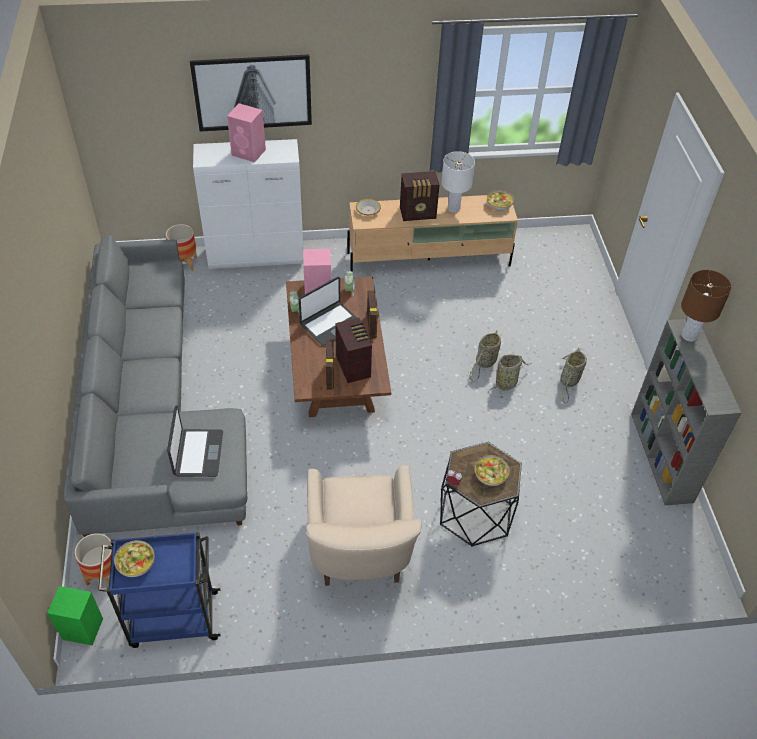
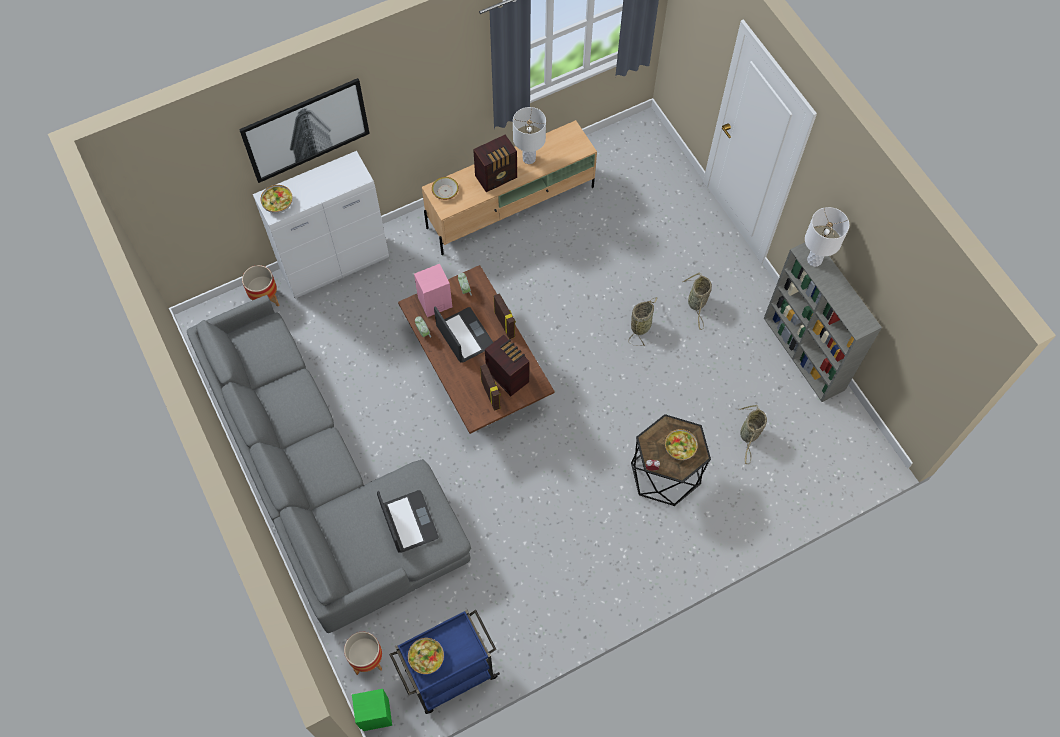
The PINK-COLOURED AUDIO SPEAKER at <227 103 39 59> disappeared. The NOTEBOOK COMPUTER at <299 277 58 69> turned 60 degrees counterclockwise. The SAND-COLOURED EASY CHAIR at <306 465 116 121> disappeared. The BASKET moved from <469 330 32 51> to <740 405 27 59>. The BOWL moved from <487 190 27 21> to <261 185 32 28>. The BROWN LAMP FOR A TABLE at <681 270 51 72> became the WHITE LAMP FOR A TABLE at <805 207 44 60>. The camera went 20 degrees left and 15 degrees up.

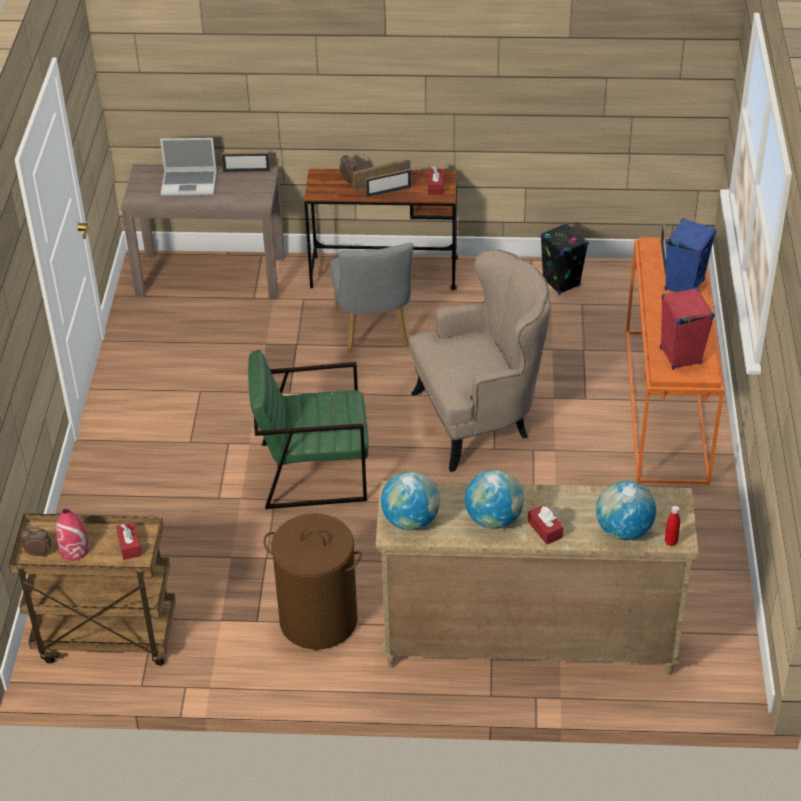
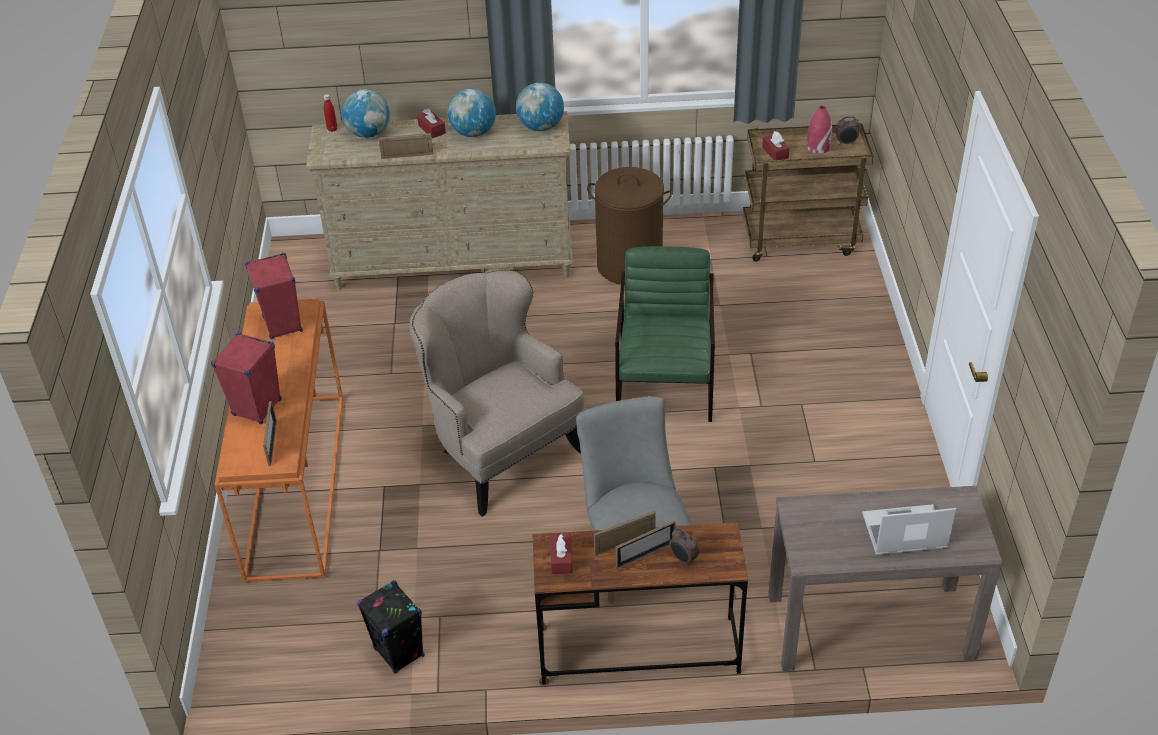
The STANDING FRAME moved from <221 152 50 21> to <378 133 55 26>. The GREEN EASY CHAIR at <248 350 121 159> turned 75 degrees counterclockwise. The SAND-COLOURED EASY CHAIR at <409 249 142 223> turned 75 degrees clockwise. The BLUE AUDIO SPEAKER at <665 218 52 74> became the RED AUDIO SPEAKER at <211 332 71 92>. The camera went 175 degrees right and 0 degrees up.

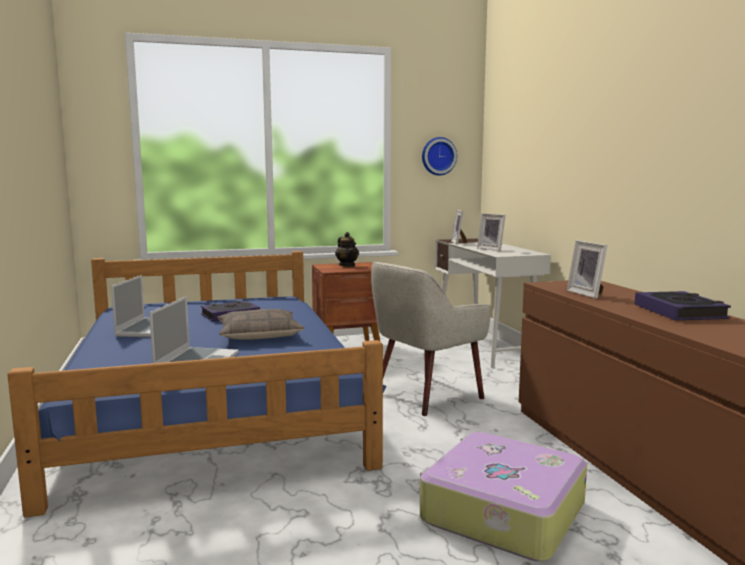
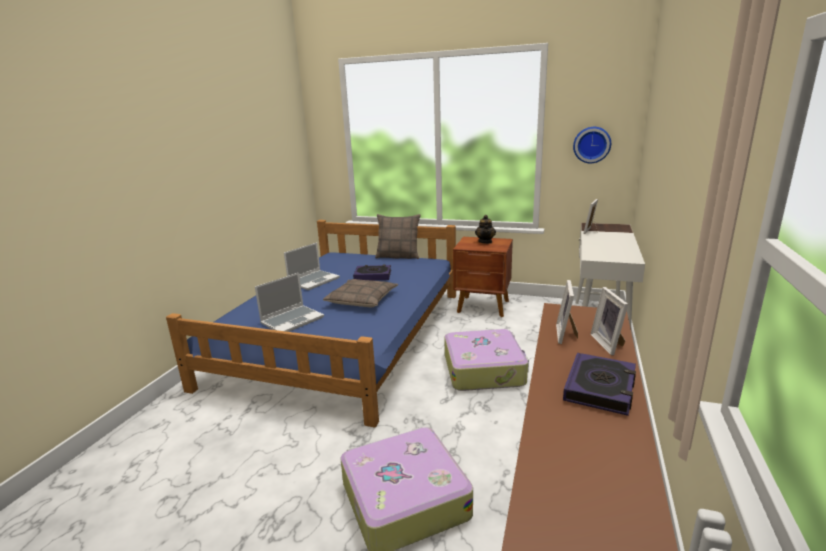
The SAND-COLOURED EASY CHAIR at <371 262 120 154> was replaced by the TRAVEL CASE at <444 329 85 62>. The STANDING FRAME moved from <477 213 29 38> to <590 287 38 69>. The THROW PILLOW at <375 214 45 45> appeared. The camera went 35 degrees right and 10 degrees up.

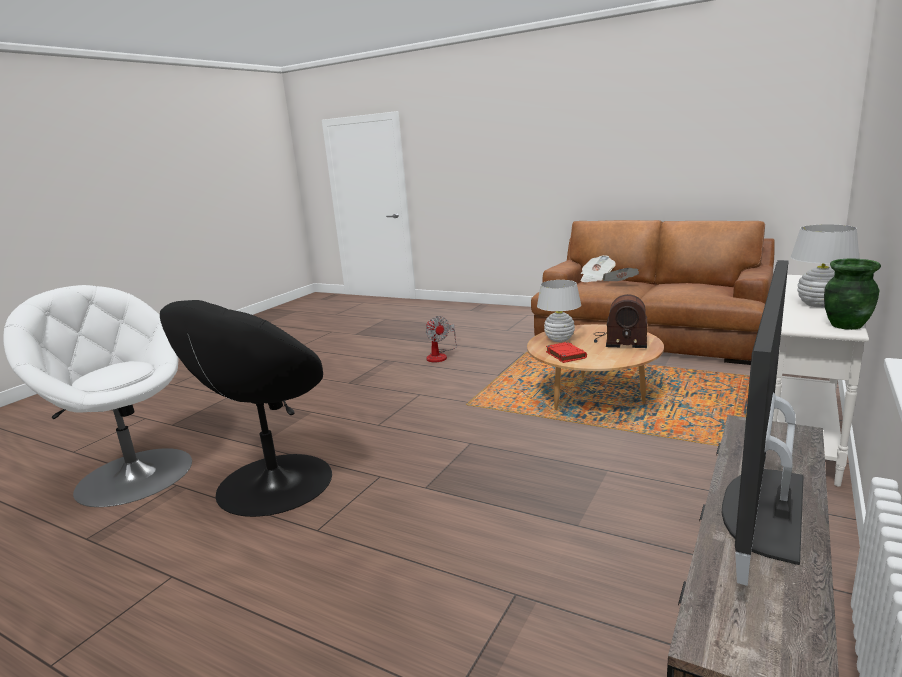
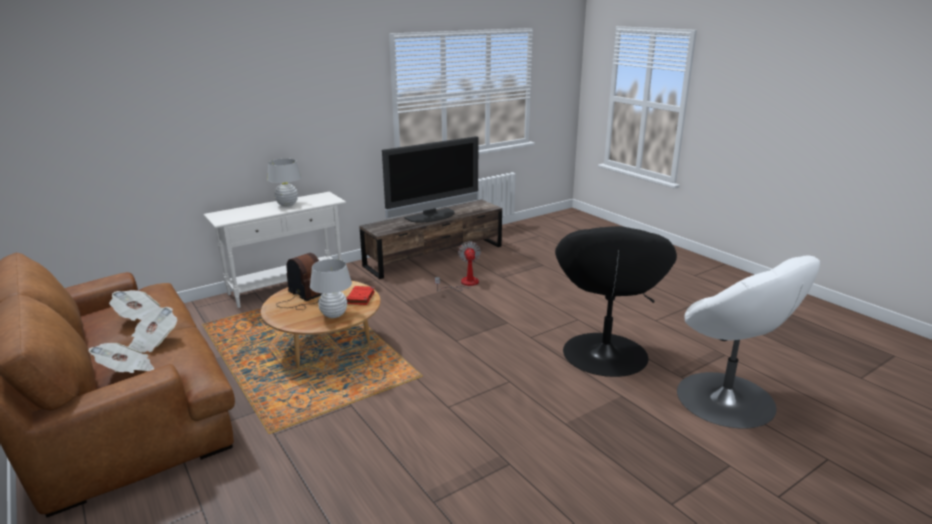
The BLACKISH EASY CHAIR at <160 300 172 217> turned 135 degrees clockwise. The FAN moved from <426 316 31 47> to <435 241 46 50>. The GREEN FLOWER VASE at <824 259 57 71> disappeared. The NEWSPAPER at <109 290 53 31> appeared. The camera went 155 degrees left and 5 degrees up.

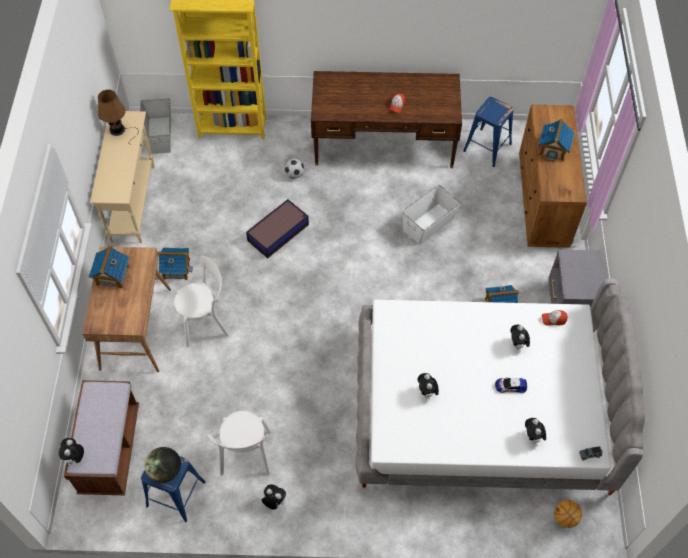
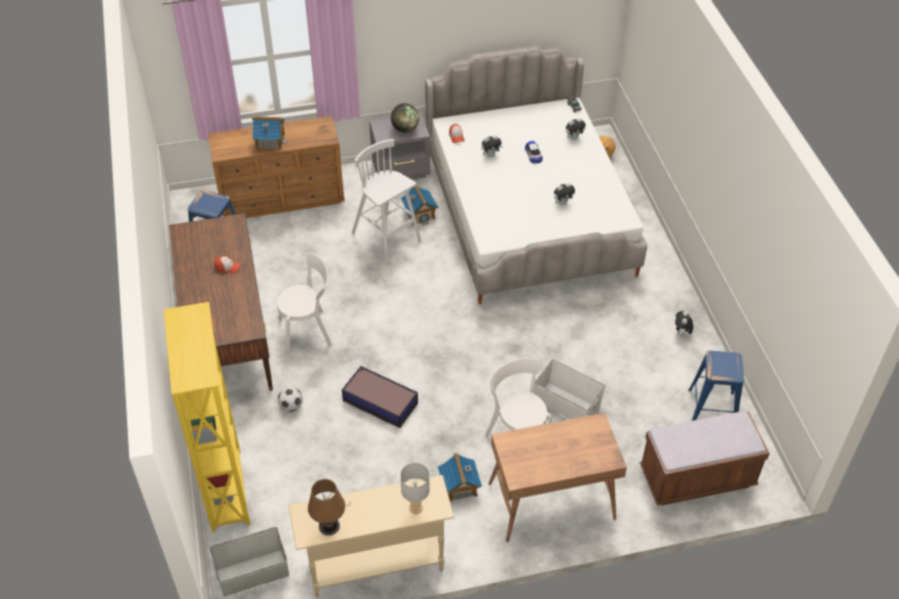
The CUDDLY TOY at <59 438 25 29> disappeared. The MODEL HOUSE at <88 245 41 44> disappeared. The GLOBE moved from <145 447 36 36> to <391 103 28 30>. The WHITE UPRIGHT CHAIR moved from <208 411 63 64> to <277 253 55 102>. The WHITE STORAGE CONTAINER moved from <402 185 58 59> to <535 359 70 60>. The WHITE STOOL SEAT at <352 139 70 124> appeared. The GRAY LAMP FOR A TABLE at <400 463 30 51> appeared. The camera went 105 degrees left and 10 degrees down.

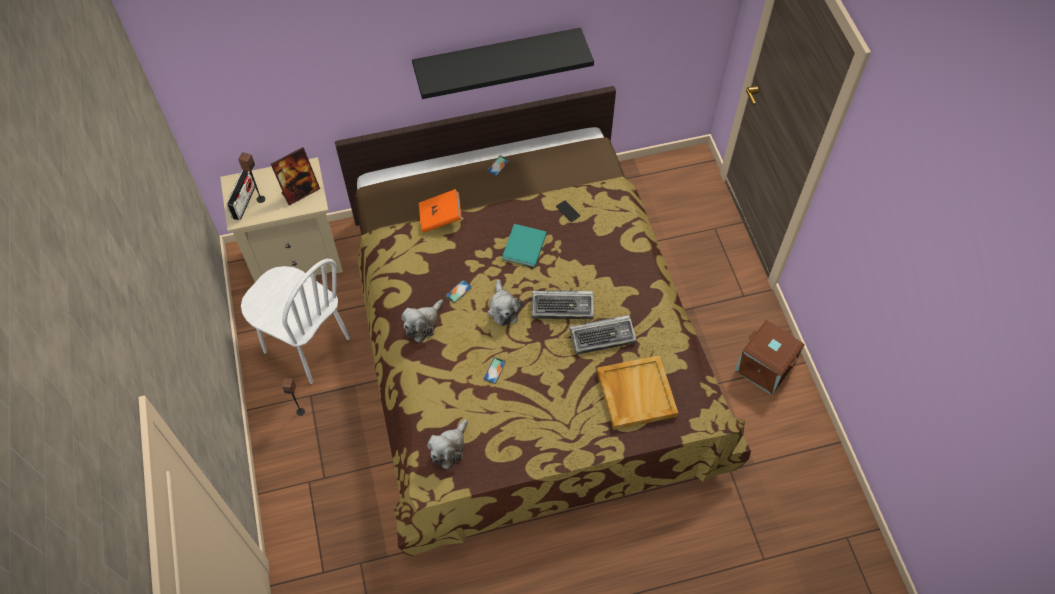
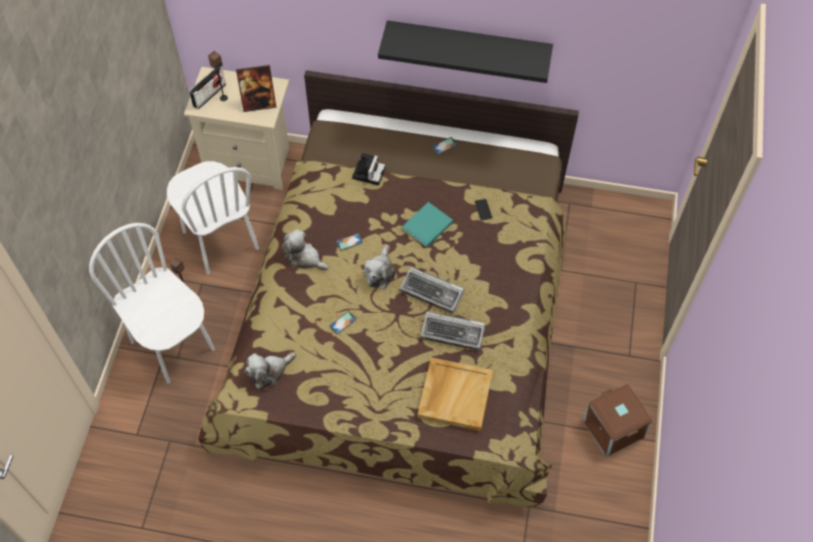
The CUDDLY TOY at <402 300 41 43> turned 60 degrees clockwise. The ORANGE-COLOURED VOLUME at <419 189 43 44> was replaced by the STILL CAMERA at <352 153 33 32>. The WHITE UPRIGHT CHAIR at <89 223 126 160> appeared. The camera went 25 degrees right and 0 degrees up.

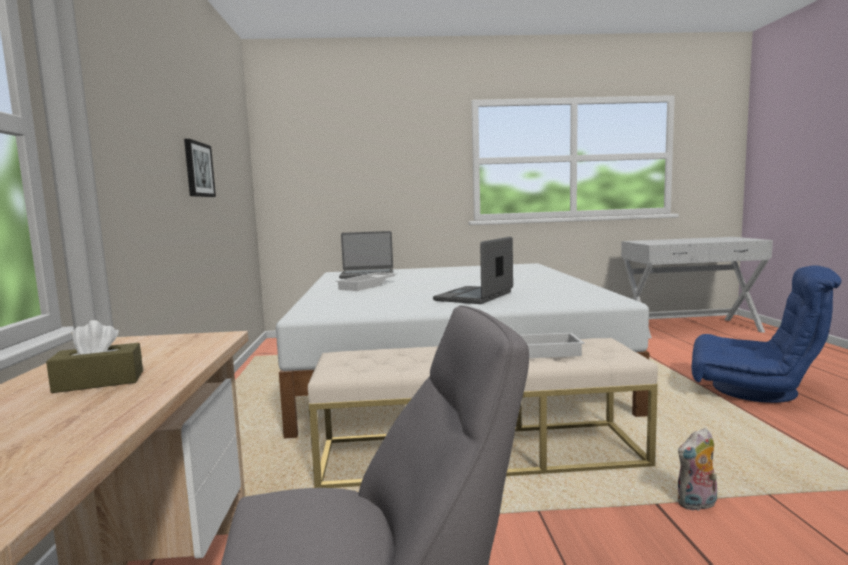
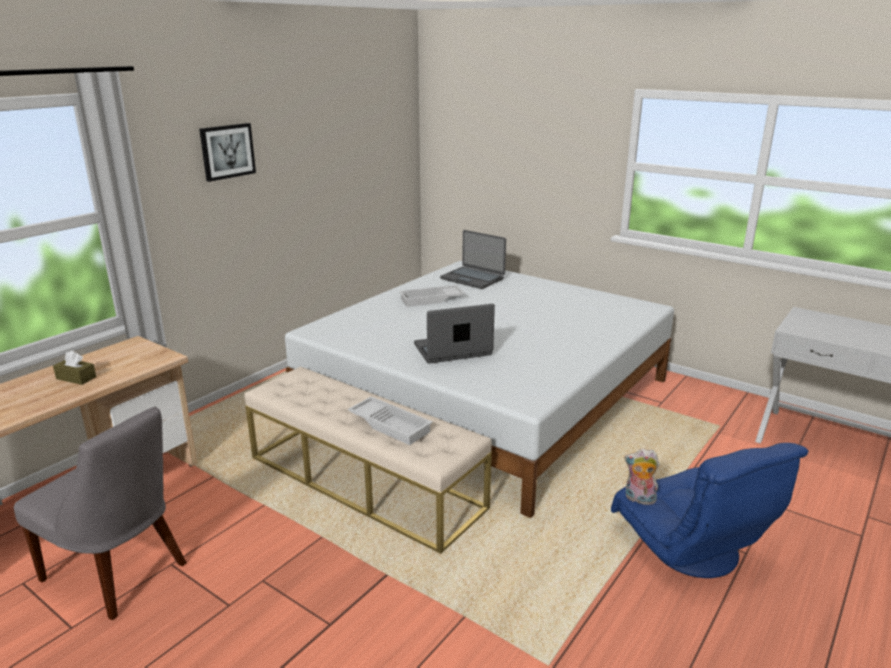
The WALL PICTURE moved from <184 139 32 58> to <199 123 57 59>. The CUDDLY TOY moved from <678 428 39 83> to <624 448 35 57>. The camera went 40 degrees right and 15 degrees up.

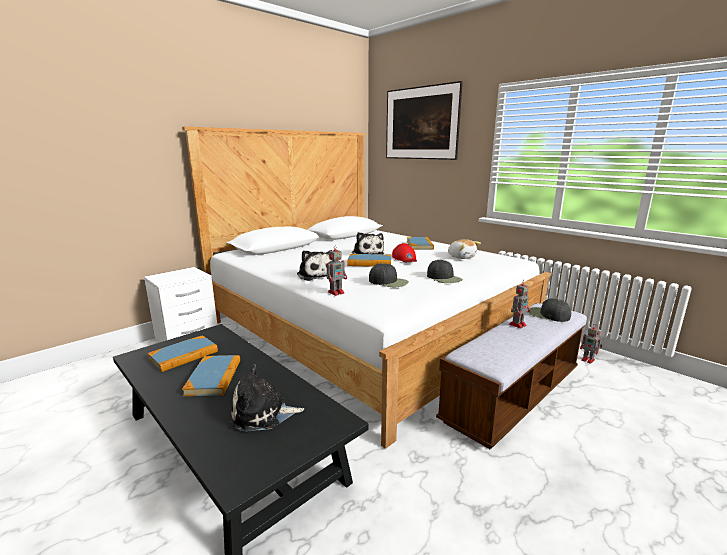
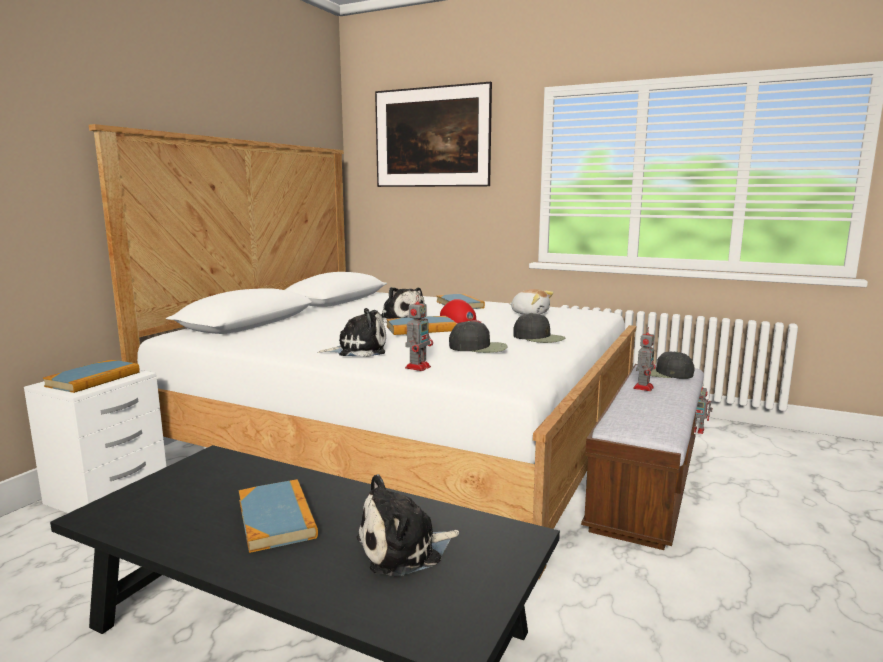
The VOLUME moved from <147 335 71 37> to <43 360 97 33>. The CUDDLY TOY at <297 250 35 31> turned 45 degrees counterclockwise. The camera went 20 degrees left and 5 degrees down.

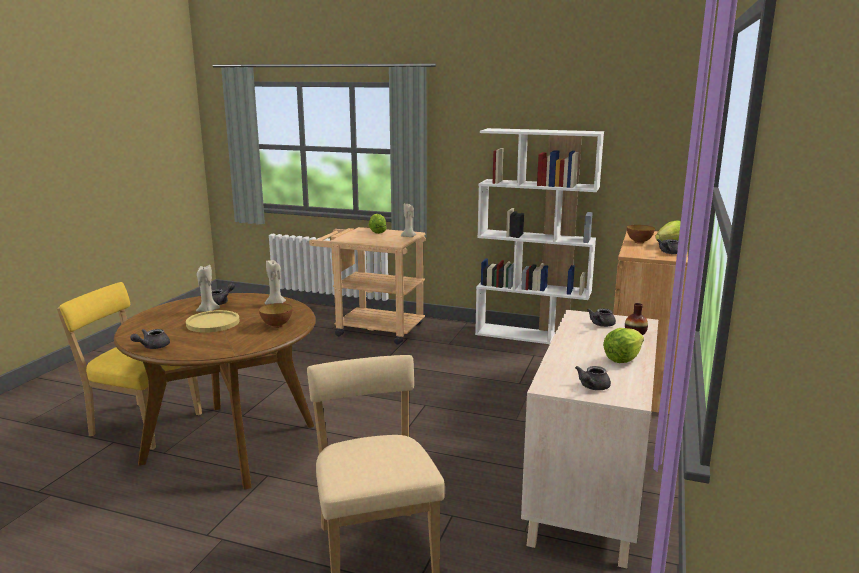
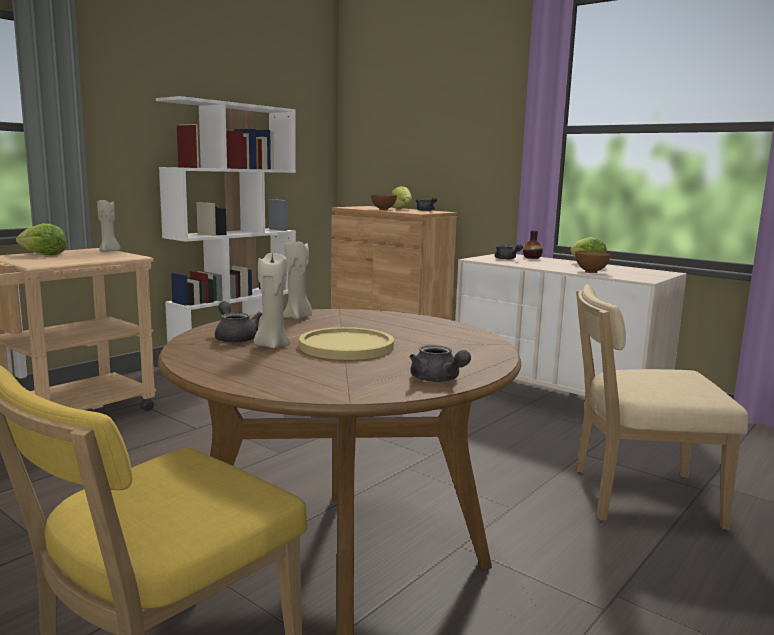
The BOWL moved from <259 303 33 25> to <575 251 36 22>. The GRAY POT FOR TEA at <575 366 36 24> disappeared. The camera went 70 degrees left and 5 degrees down.

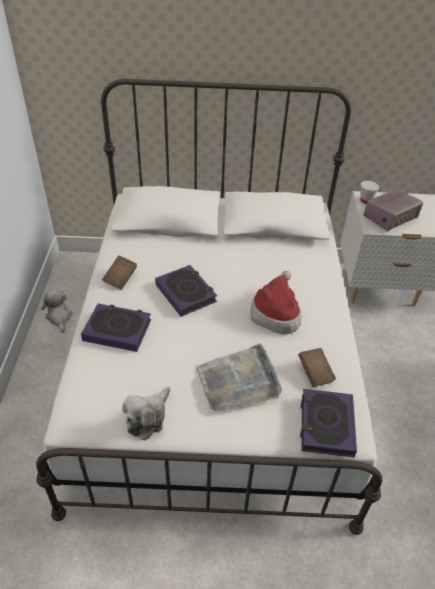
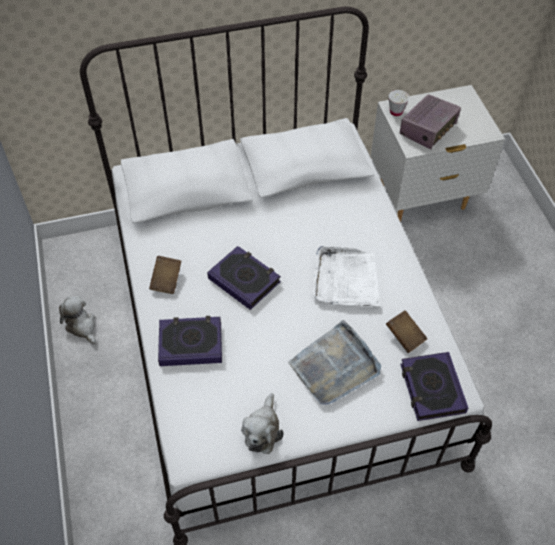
The WEARABLE HAT at <250 271 52 63> was replaced by the WHITE SERVING TRAY at <312 246 68 60>. The camera went 15 degrees left and 10 degrees up.

